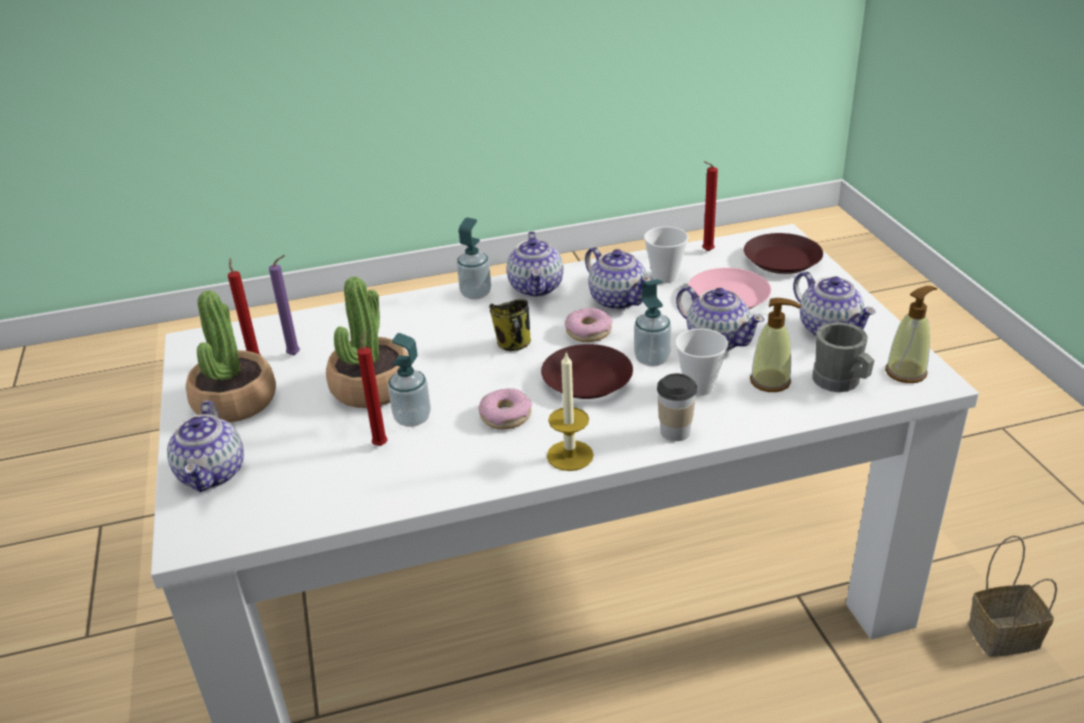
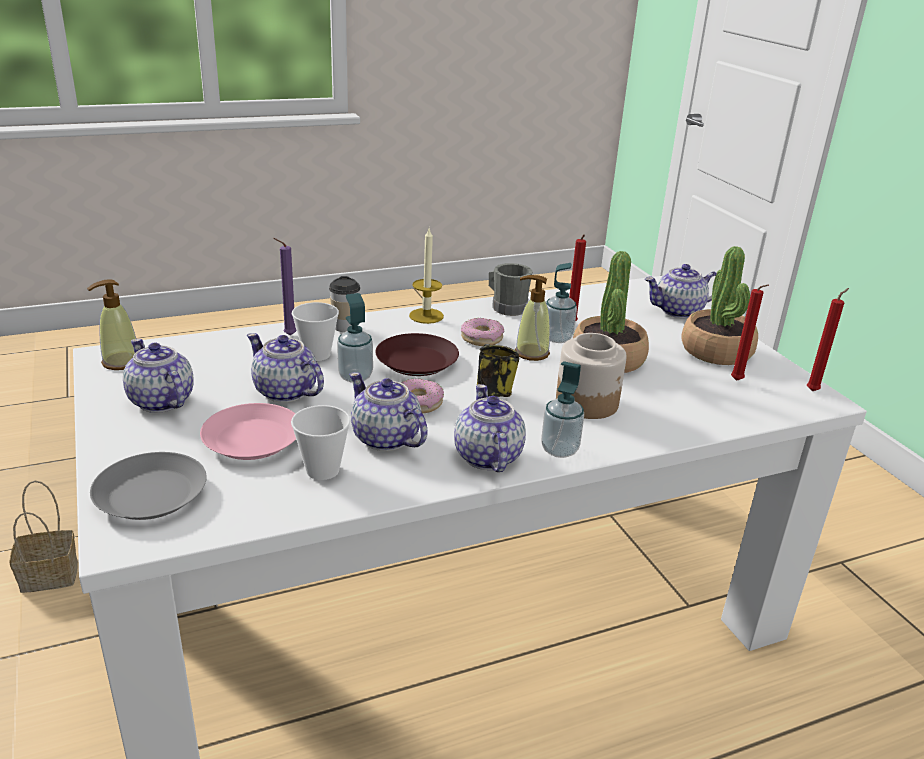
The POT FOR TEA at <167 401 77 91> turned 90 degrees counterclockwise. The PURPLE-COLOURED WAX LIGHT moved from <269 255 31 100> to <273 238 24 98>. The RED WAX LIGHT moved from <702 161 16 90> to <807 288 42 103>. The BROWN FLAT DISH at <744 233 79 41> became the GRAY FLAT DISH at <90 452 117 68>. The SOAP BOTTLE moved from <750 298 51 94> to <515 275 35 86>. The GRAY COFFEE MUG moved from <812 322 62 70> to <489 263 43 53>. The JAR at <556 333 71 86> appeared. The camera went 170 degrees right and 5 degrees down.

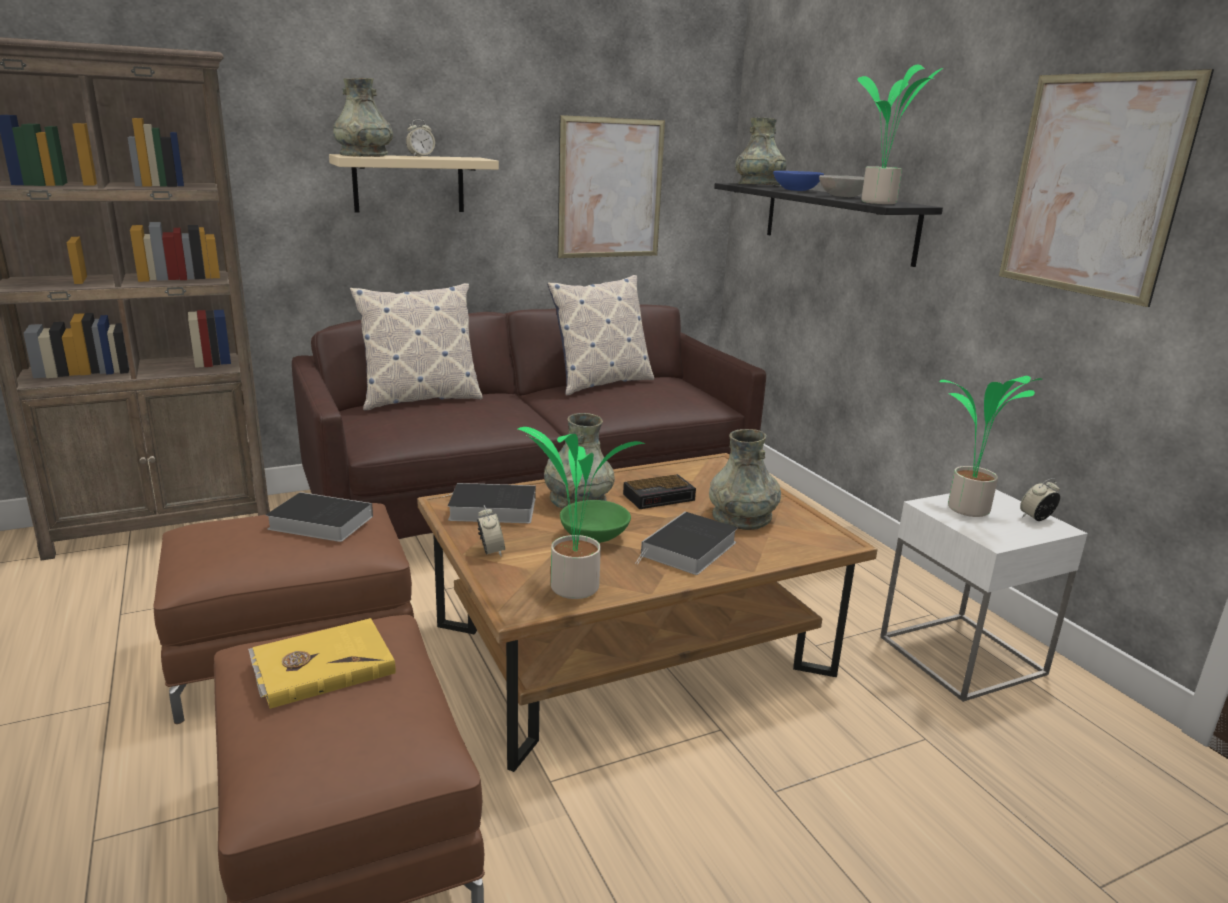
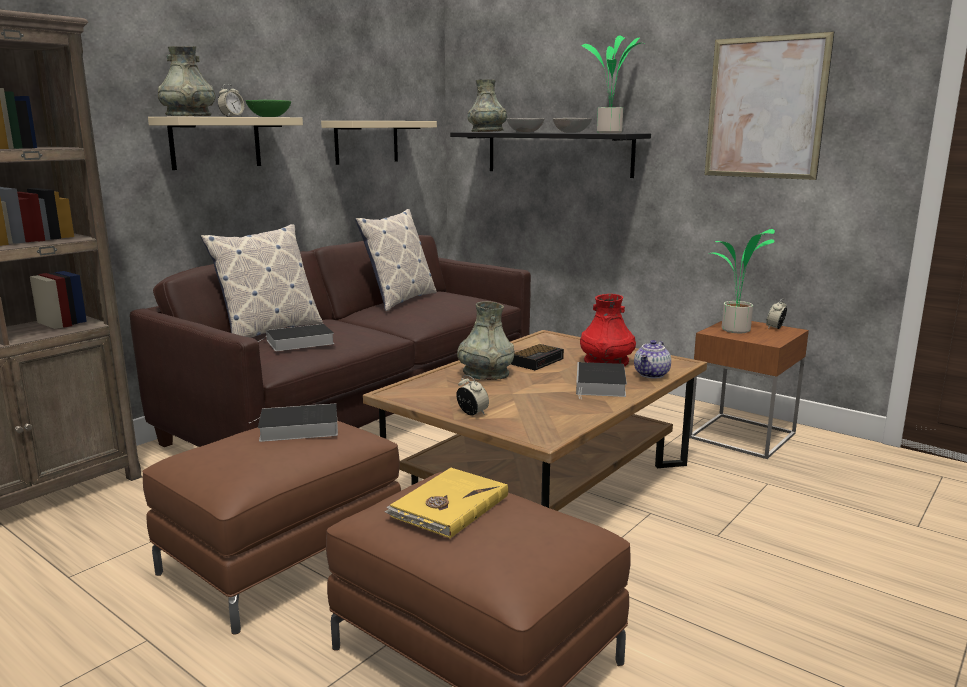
The VOLUME moved from <441 483 95 40> to <258 324 77 27>. The HOUSEPLANT at <518 427 127 172> disappeared. The WALL PICTURE at <558 115 107 143> was replaced by the SAND-COLOURED WALL SHELF at <321 121 116 44>. The GREEN BOWL moved from <560 500 71 43> to <246 100 45 17>. The GRAY FLOWER VASE at <709 429 72 101> became the RED FLOWER VASE at <580 294 56 73>. The BLUE BOWL at <773 171 51 20> became the GRAY BOWL at <506 118 38 14>. The WHITE END TABLE at <880 489 208 213> became the BROWN END TABLE at <689 321 120 138>. The POT FOR TEA at <634 340 37 39> appeared. The camera went 25 degrees left and 5 degrees down.

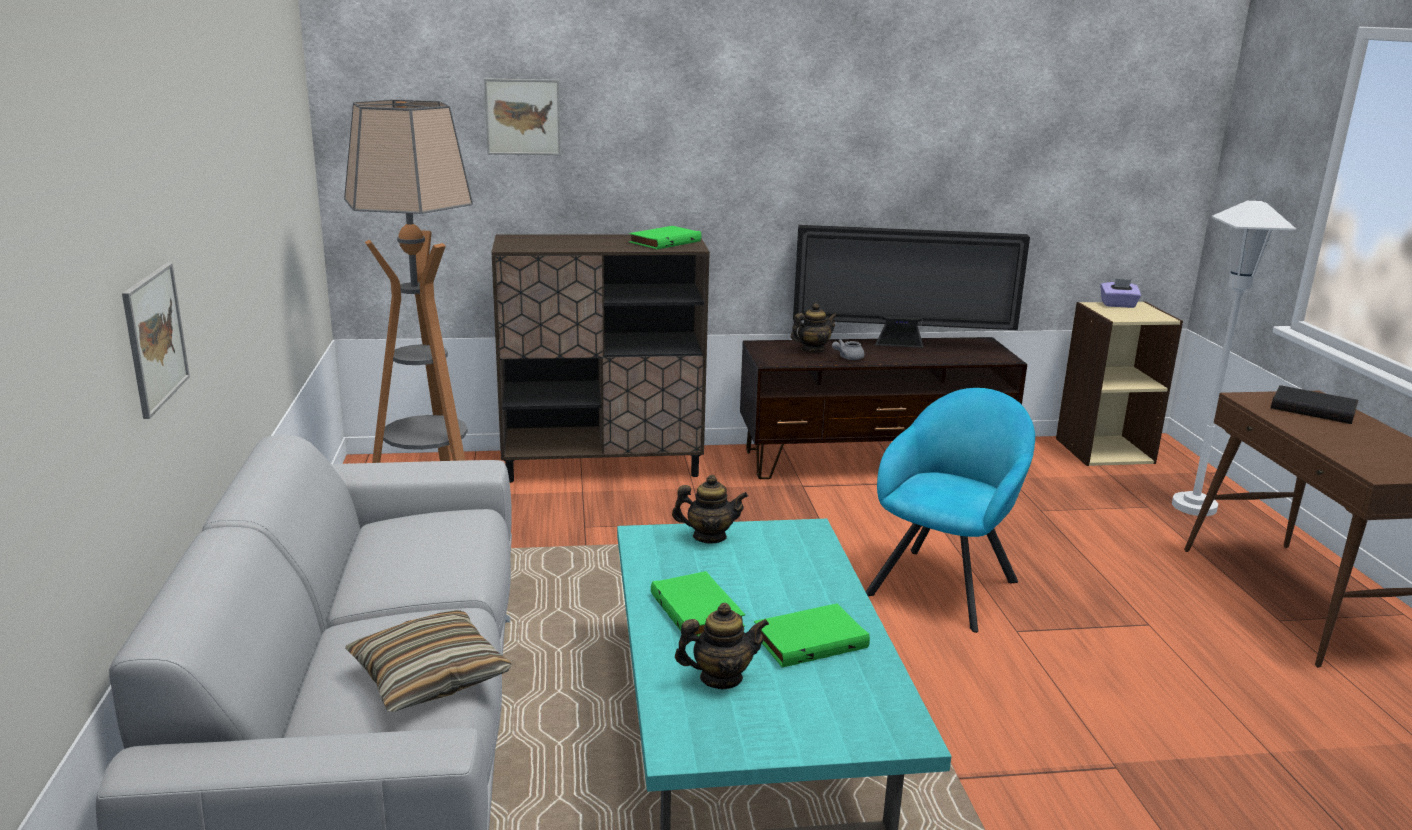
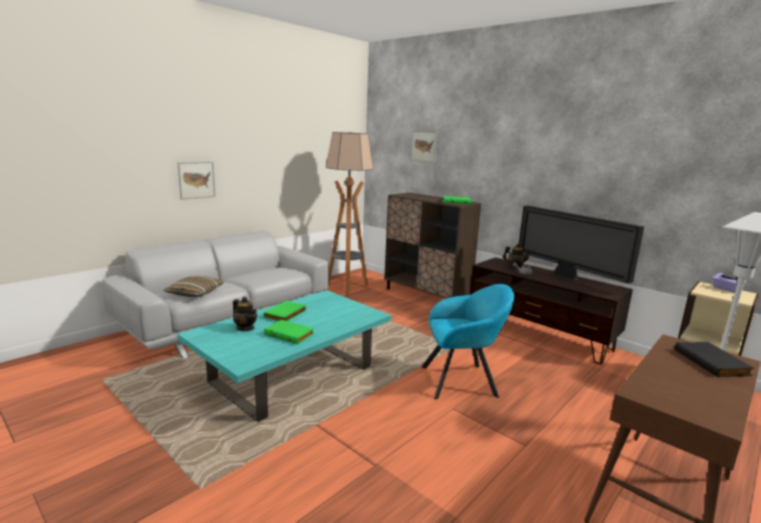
The POT FOR TEA at <672 475 76 68> disappeared. The camera went 50 degrees right and 5 degrees down.

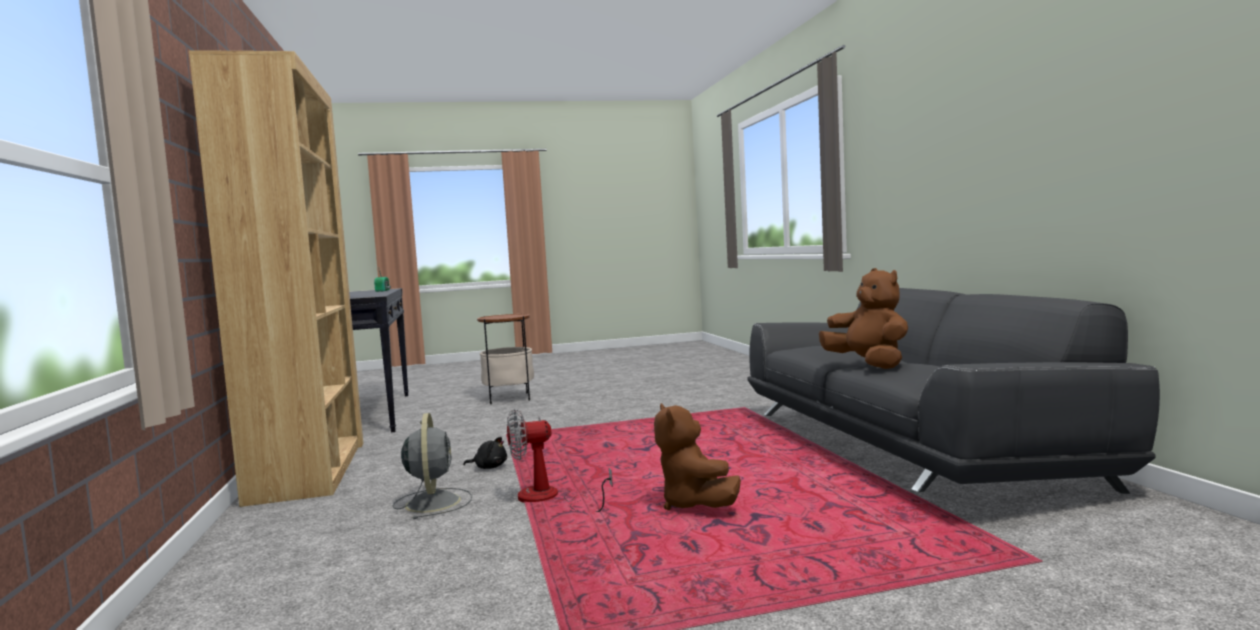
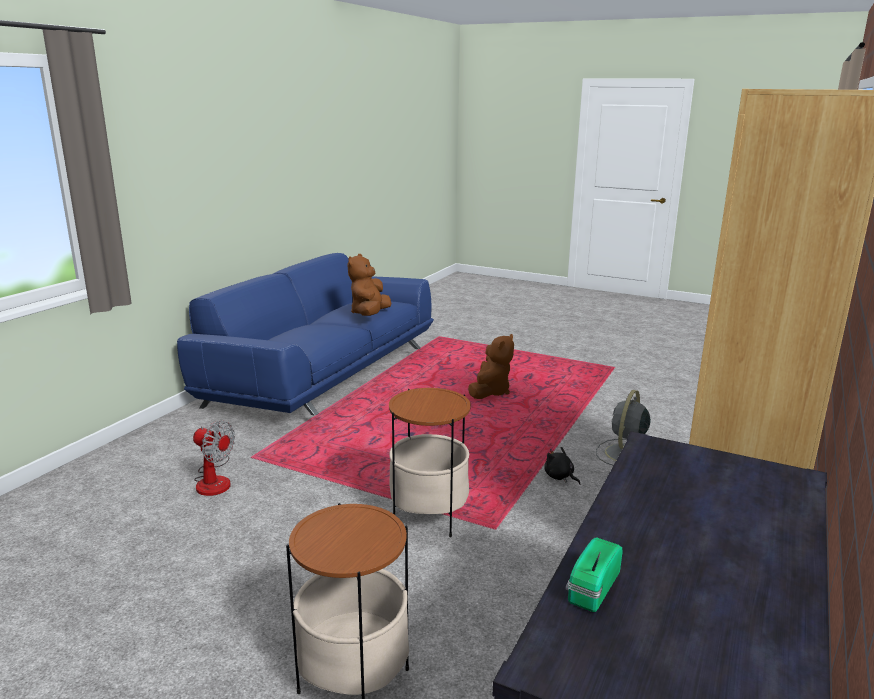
The FAN moved from <507 409 106 103> to <193 421 42 75>. The GRAY COUCH at <747 288 413 206> became the BLUE COUCH at <177 253 257 163>. The END TABLE at <389 388 82 149> appeared. The camera went 140 degrees left and 15 degrees up.

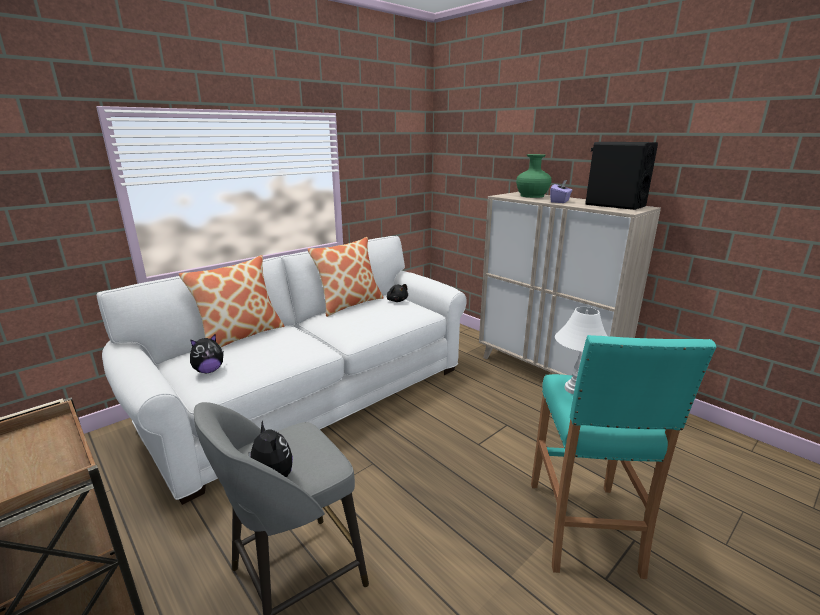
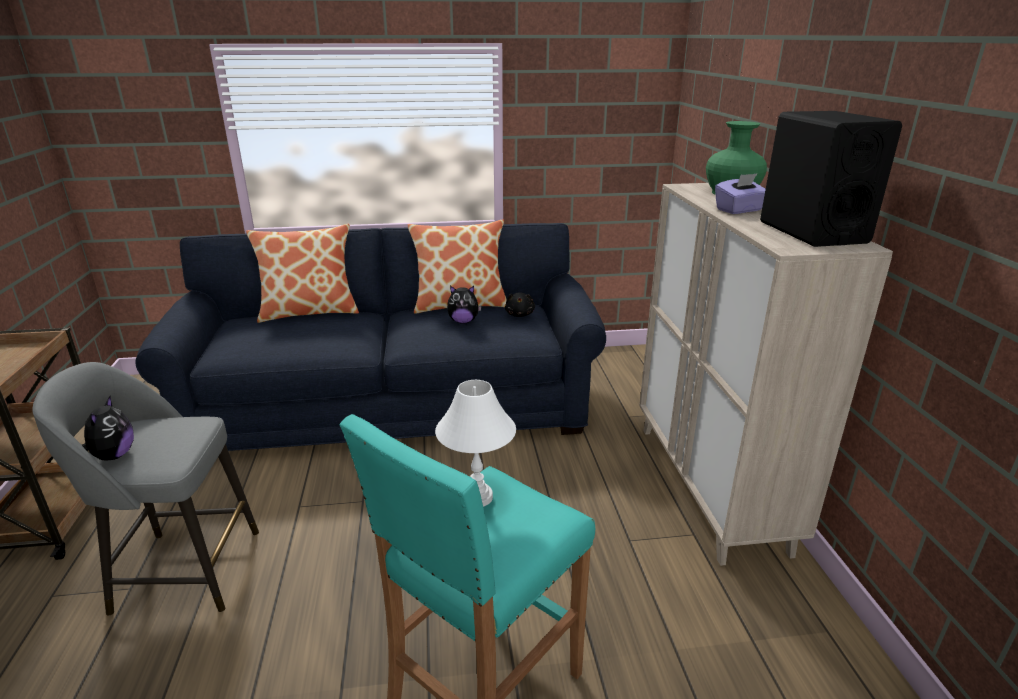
The WHITE COUCH at <97 236 370 269> became the BLUE COUCH at <135 223 471 228>. The CUDDLY TOY moved from <190 334 34 39> to <447 286 35 38>. The camera went 35 degrees right and 5 degrees up.

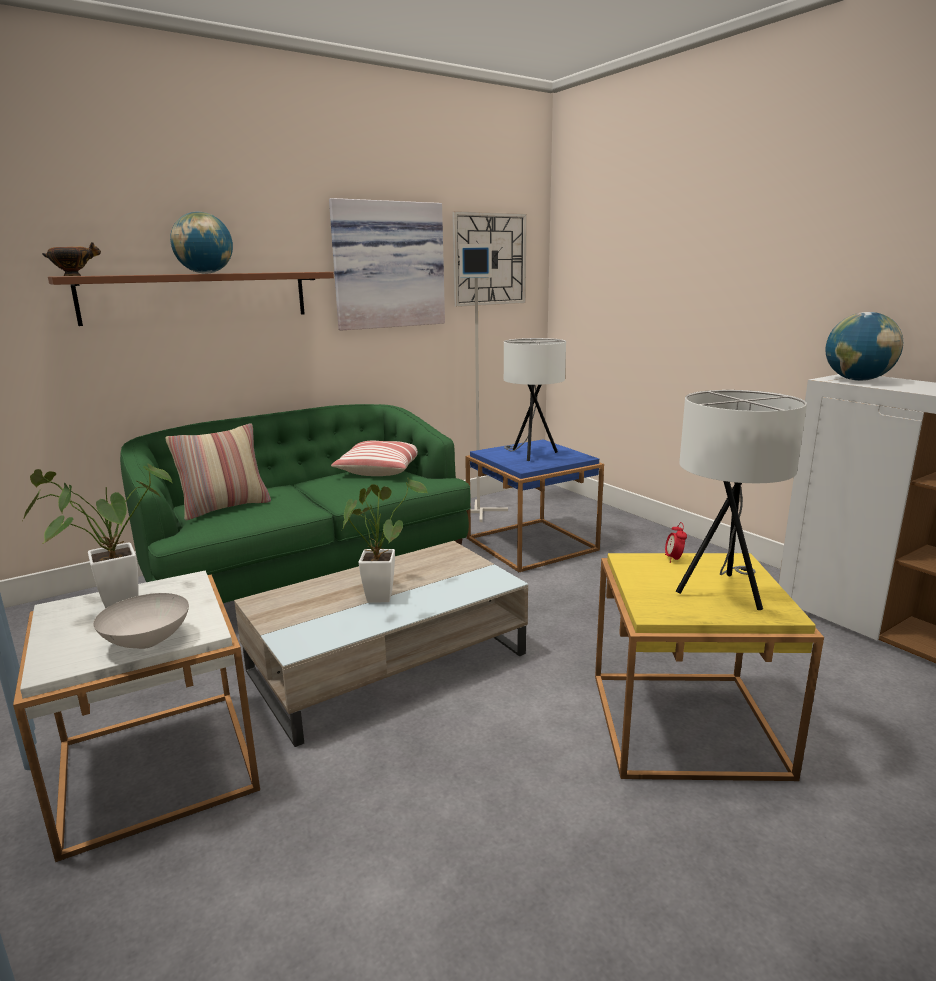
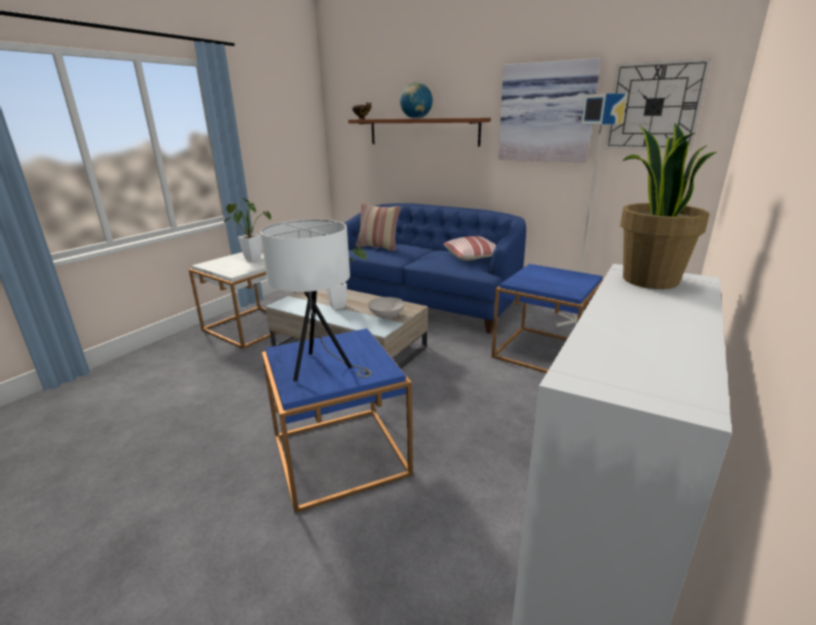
The WHITE BOWL moved from <93 593 96 56> to <368 297 37 22>. The GREEN COUCH at <120 404 351 199> became the BLUE COUCH at <344 203 182 131>. The WHITE LAMP FOR A TABLE at <504 338 62 123> disappeared. The YELLOW END TABLE at <595 553 229 228> became the BLUE END TABLE at <262 329 151 184>. The ALARM CLOCK at <665 522 22 41> disappeared. The GLOBE at <825 312 78 69> was replaced by the HOUSEPLANT at <620 123 96 166>. The camera went 65 degrees right and 5 degrees up.

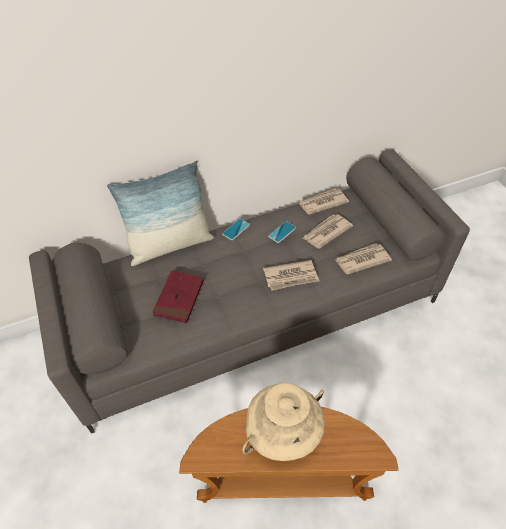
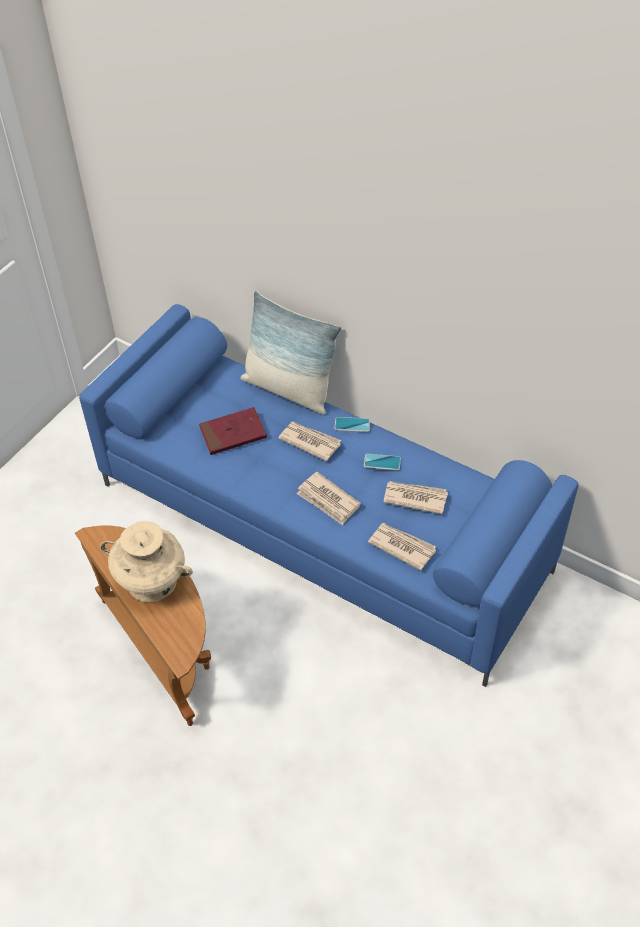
The GRAY COUCH at <29 149 441 285> became the BLUE COUCH at <79 304 500 383>. The NEWSPAPER moved from <298 189 51 26> to <278 421 63 40>. The camera went 55 degrees right and 0 degrees up.

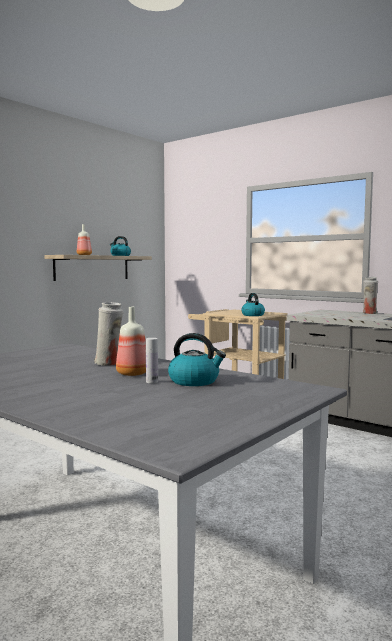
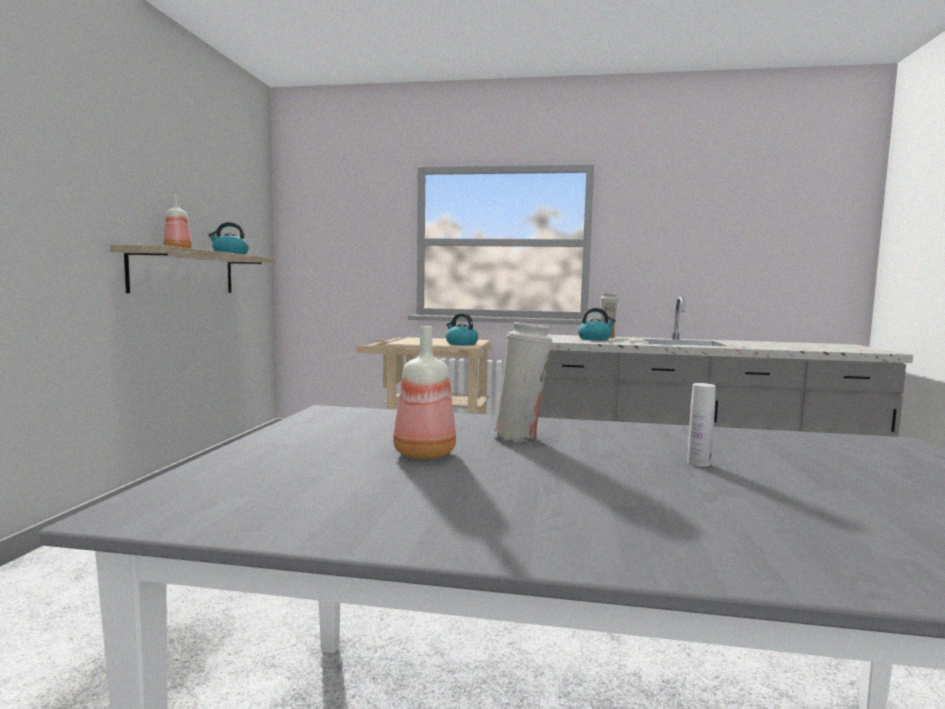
The DRINK BOTTLE moved from <116 307 30 69> to <393 326 63 133>. The WATER KETTLE moved from <168 333 58 53> to <578 308 37 32>. The camera went 30 degrees left and 0 degrees up.

